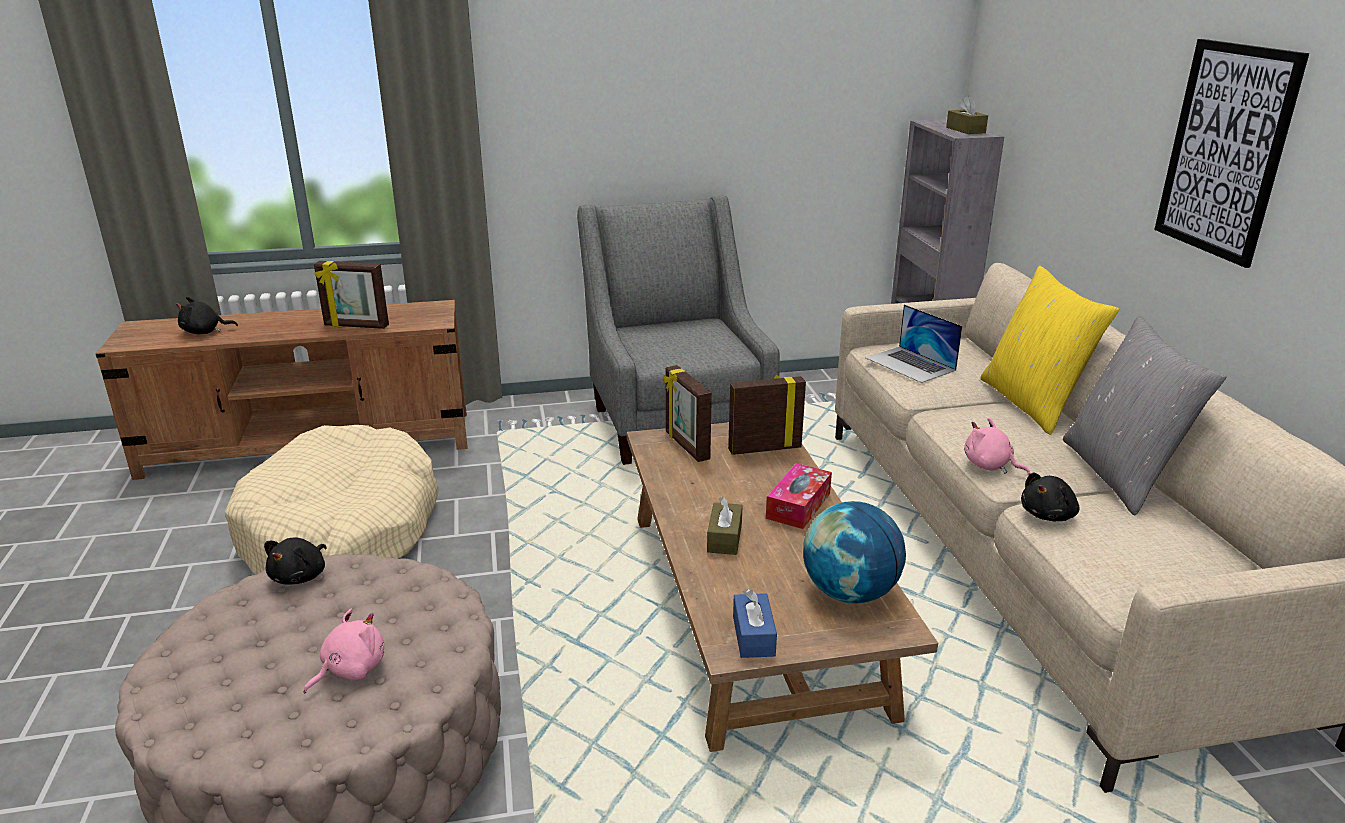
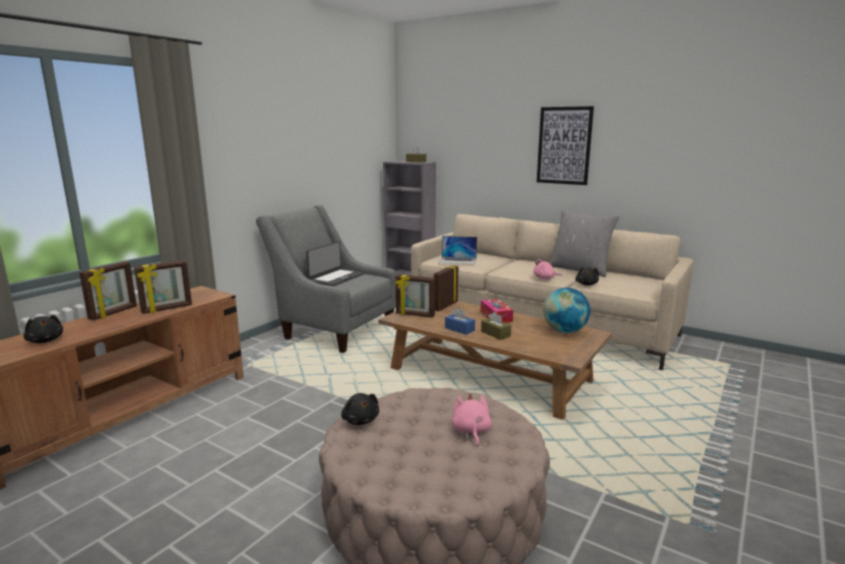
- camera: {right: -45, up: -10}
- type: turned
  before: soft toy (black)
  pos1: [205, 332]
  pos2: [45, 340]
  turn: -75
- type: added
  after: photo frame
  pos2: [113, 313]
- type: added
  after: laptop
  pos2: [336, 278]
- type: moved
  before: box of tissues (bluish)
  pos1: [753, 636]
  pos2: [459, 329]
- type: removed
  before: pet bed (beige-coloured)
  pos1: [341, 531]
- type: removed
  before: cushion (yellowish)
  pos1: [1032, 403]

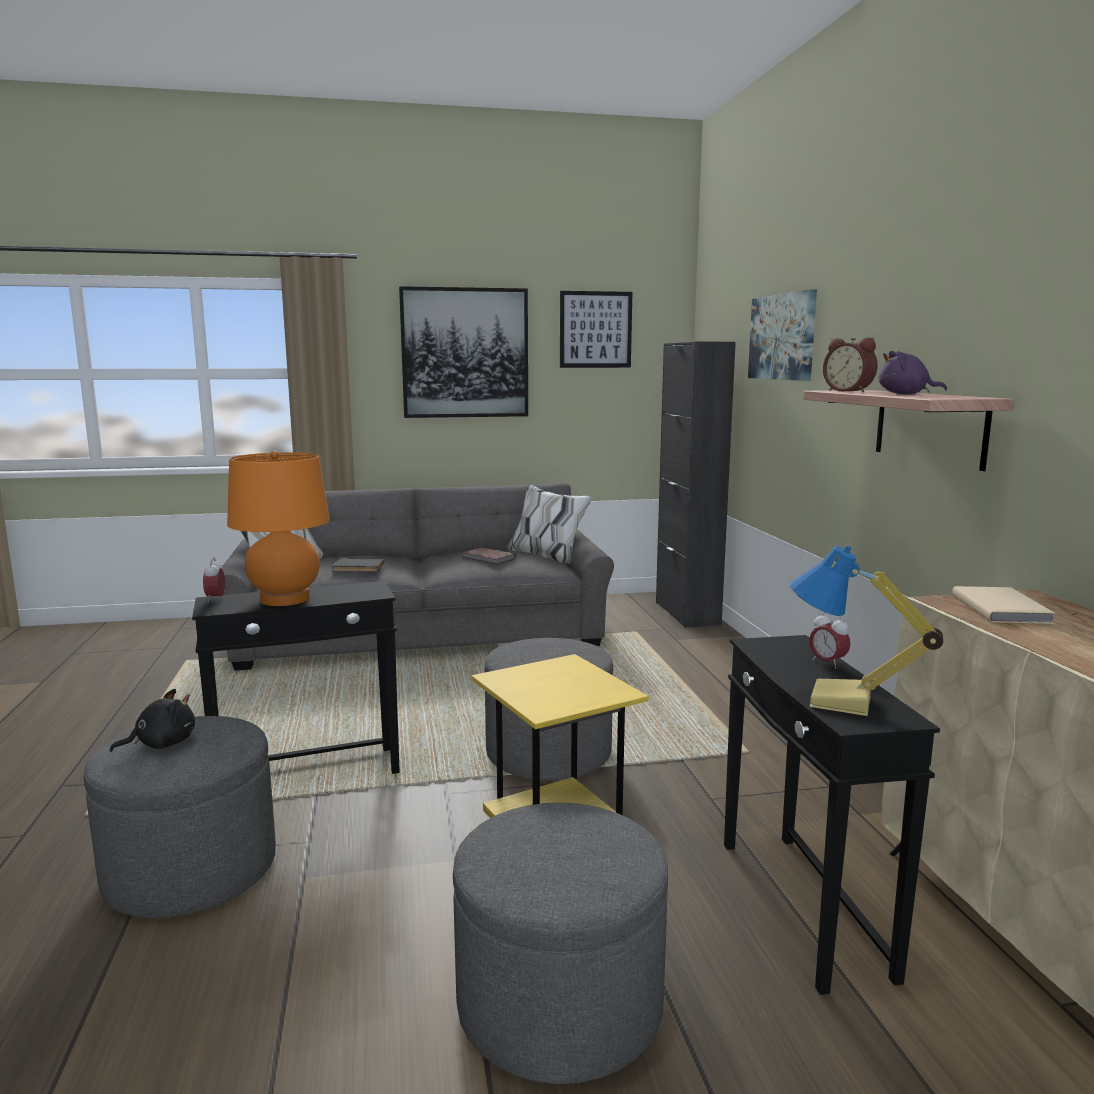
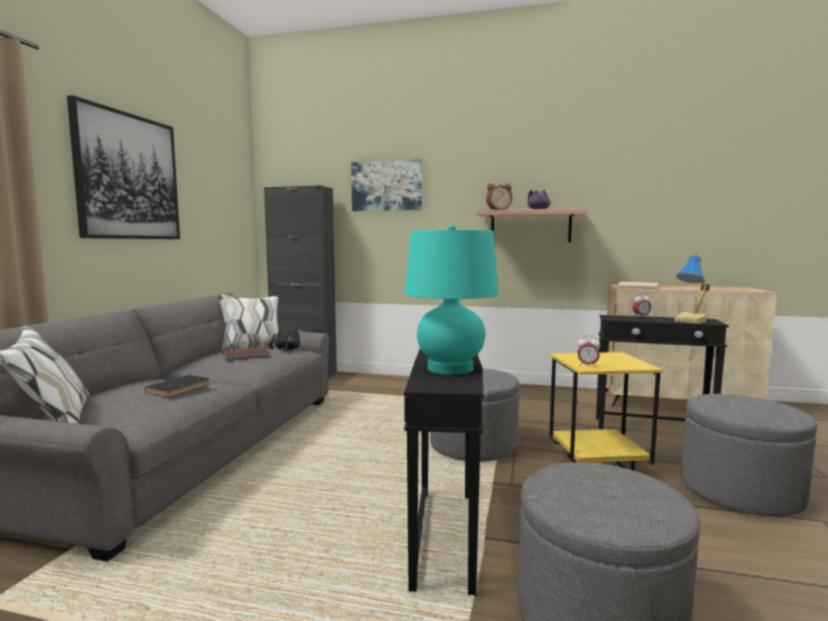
- camera: {right: -65, up: -5}
- type: moved
  before: soft toy (black)
  pos1: [161, 744]
  pos2: [287, 350]
- type: recoloured
  before: table lamp (orangey)
  after: table lamp (turquoise)
  pos1: [285, 599]
  pos2: [450, 368]
- type: moved
  before: alarm clock
  pos1: [215, 599]
  pos2: [587, 366]
- type: removed
  before: wall picture
  pos1: [595, 329]

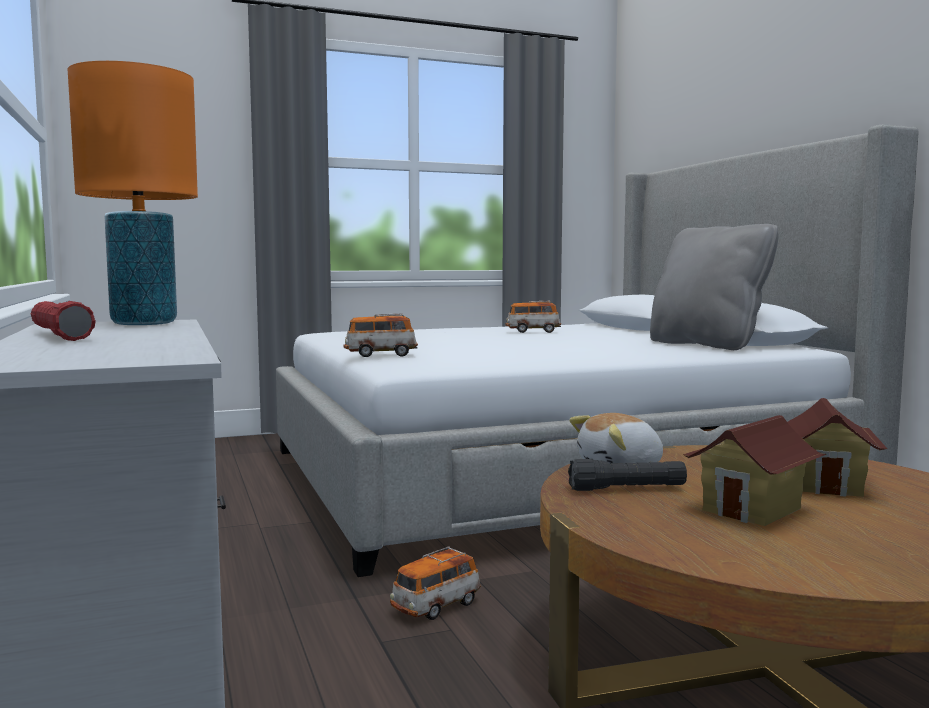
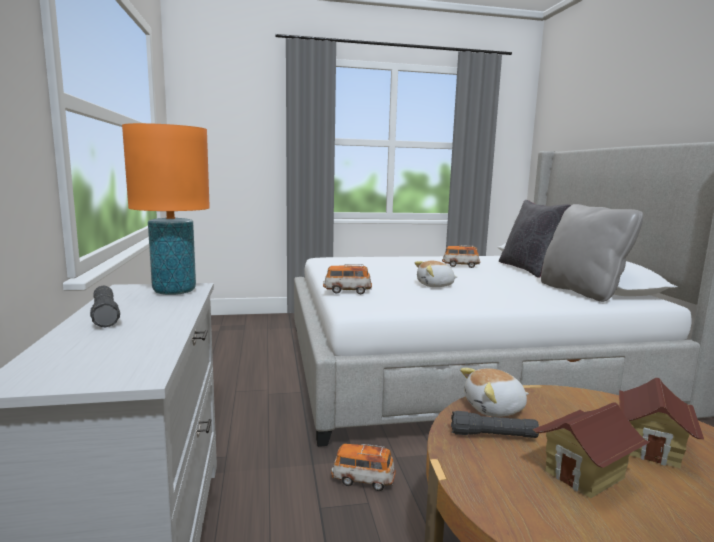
- camera: {right: 10, up: 5}
- type: recoloured
  before: flashlight (red)
  after: flashlight (black)
  pos1: [60, 336]
  pos2: [105, 315]
- type: turned
  before: toy car
  pos1: [436, 607]
  pos2: [363, 480]
  turn: 45
- type: added
  after: soft toy
  pos2: [435, 285]
- type: added
  after: cushion (black)
  pos2: [528, 269]

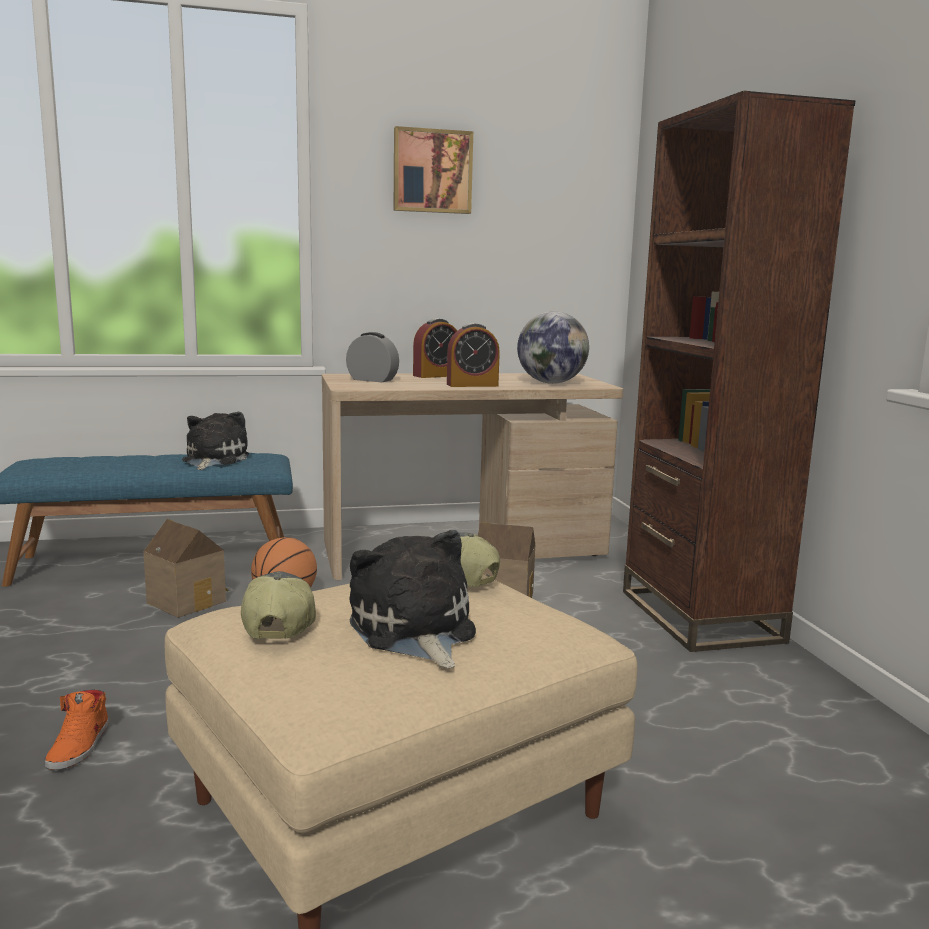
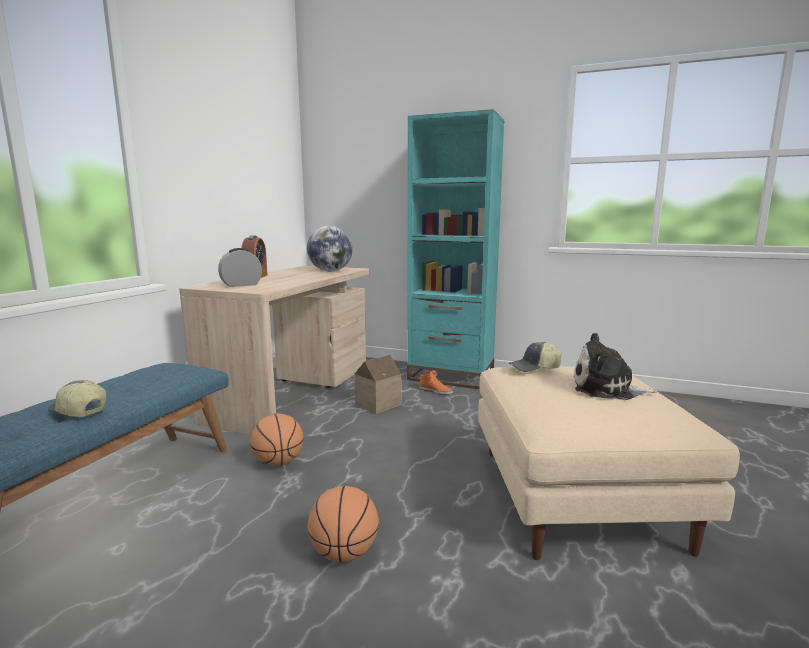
- camera: {right: -55, up: 0}
- type: moved
  before: cap
  pos1: [278, 623]
  pos2: [78, 410]
- type: added
  after: basketball
  pos2: [344, 553]
- type: recoloured
  before: shelving unit (brown)
  after: shelving unit (turquoise)
  pos1: [699, 616]
  pos2: [451, 376]
- type: moved
  before: shoe (orangey)
  pos1: [80, 746]
  pos2: [435, 391]
- type: removed
  before: miniature house
  pos1: [189, 601]
- type: removed
  before: soft toy
  pos1: [213, 460]
- type: removed
  before: wall picture
  pos1: [432, 171]
- type: removed
  before: alarm clock
  pos1: [472, 385]

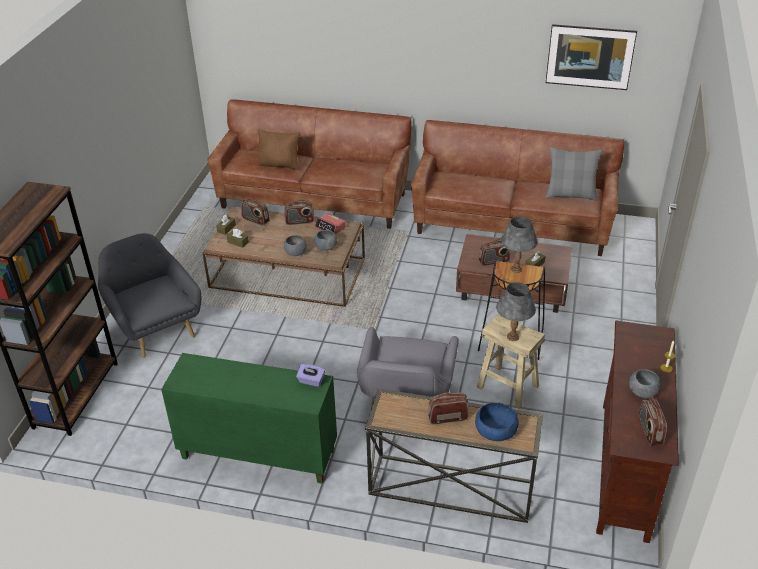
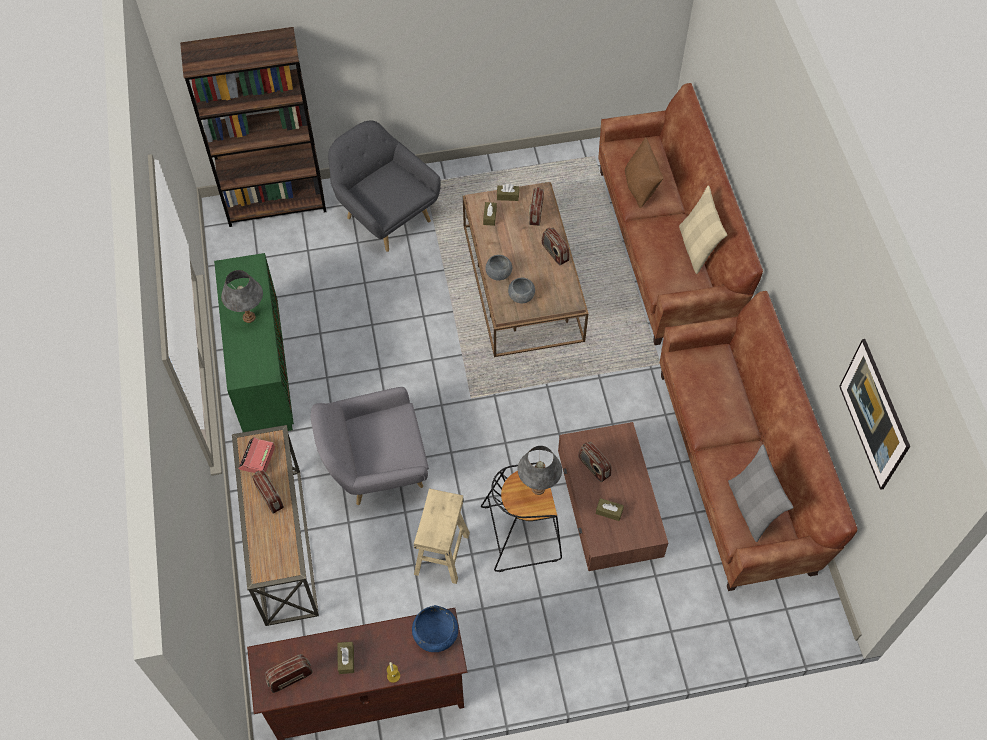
- camera: {right: 65, up: 20}
- type: moved
  before: table lamp (greyish)
  pos1: [512, 337]
  pos2: [249, 317]
- type: moved
  before: alarm clock
  pos1: [330, 227]
  pos2: [257, 458]
- type: turned
  before: easy chair (greyish)
  pos1: [156, 327]
  pos2: [386, 215]
  turn: -75
- type: replaced
  before: serving bowl (greyish)
  after: box of tissues (brown)
  pos1: [643, 392]
  pos2: [346, 659]
- type: moved
  before: serving bowl (bluish)
  pos1: [495, 429]
  pos2: [435, 632]
- type: added
  after: cushion (beige-coloured)
  pos2: [697, 248]
- type: removed
  before: box of tissues (purple)
  pos1: [311, 381]

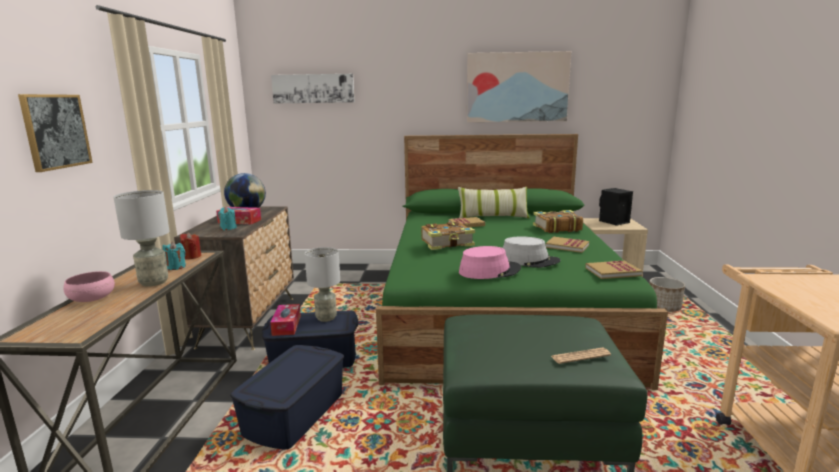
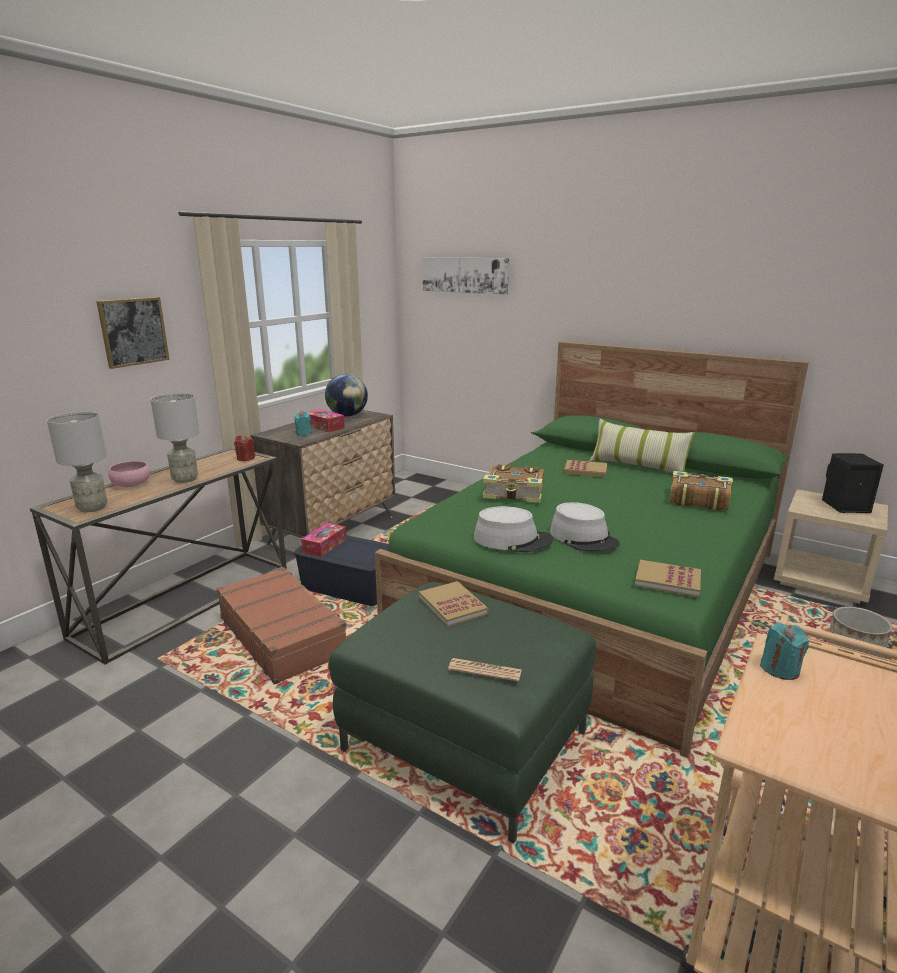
- camera: {right: 30, up: 5}
- type: moved
  before: table lamp (greyish)
  pos1: [326, 317]
  pos2: [93, 507]
- type: replaced
  before: storage box (bluish)
  after: piece of luggage (brown)
  pos1: [294, 414]
  pos2: [282, 635]
- type: moved
  before: volume
  pos1: [567, 246]
  pos2: [453, 606]
- type: recoloured
  before: hat (pink)
  after: hat (greyish)
  pos1: [489, 271]
  pos2: [512, 539]
- type: moved
  before: wax light (turquoise)
  pos1: [176, 267]
  pos2: [780, 669]
- type: removed
  before: wall picture
  pos1: [517, 87]

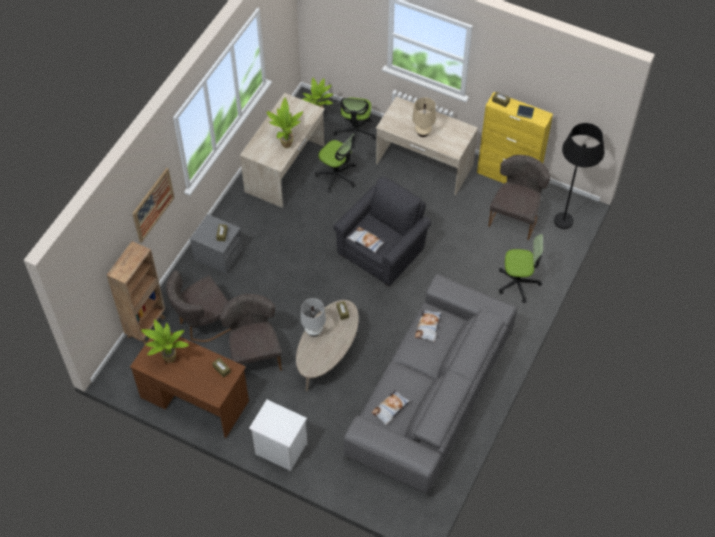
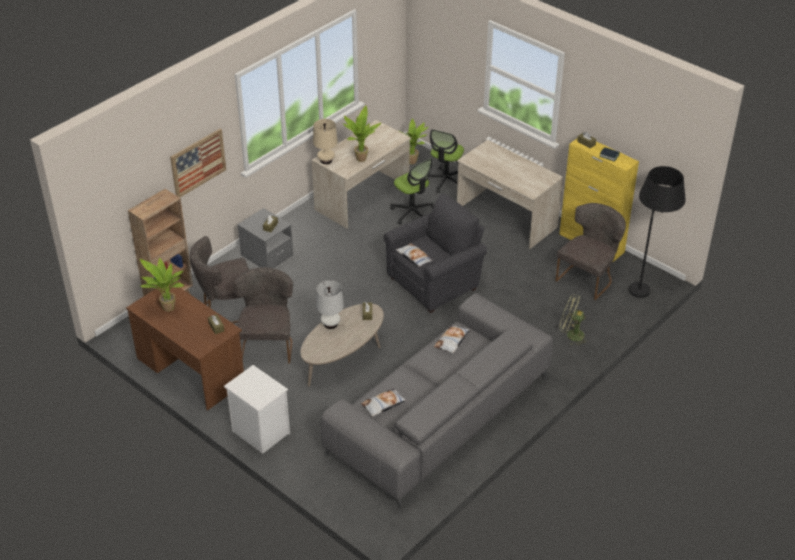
- camera: {right: 15, up: -15}
- type: moved
  before: table lamp (beige-coloured)
  pos1: [423, 132]
  pos2: [326, 160]
- type: replaced
  before: computer chair
  after: cooling fan (green)
  pos1: [518, 283]
  pos2: [571, 335]

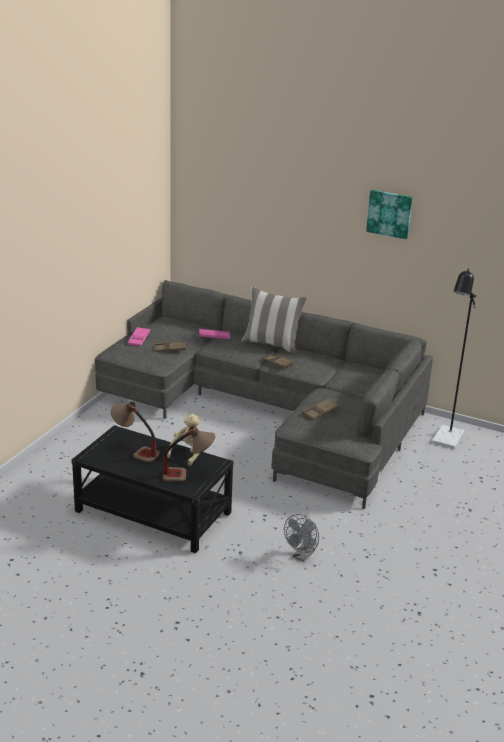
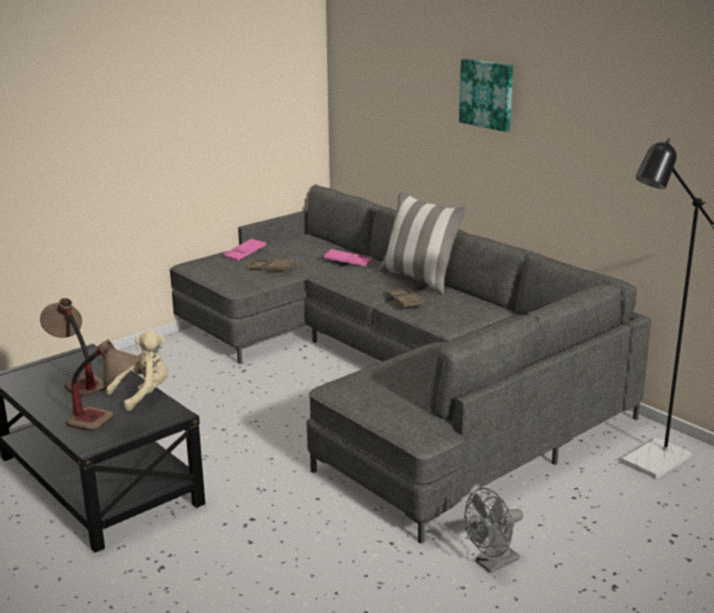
- camera: {right: 25, up: -5}
- type: moved
  before: wall picture
  pos1: [389, 213]
  pos2: [487, 94]
- type: moved
  before: cooling fan (greyish)
  pos1: [302, 556]
  pos2: [492, 564]
- type: removed
  before: serving tray (brown)
  pos1: [320, 412]

